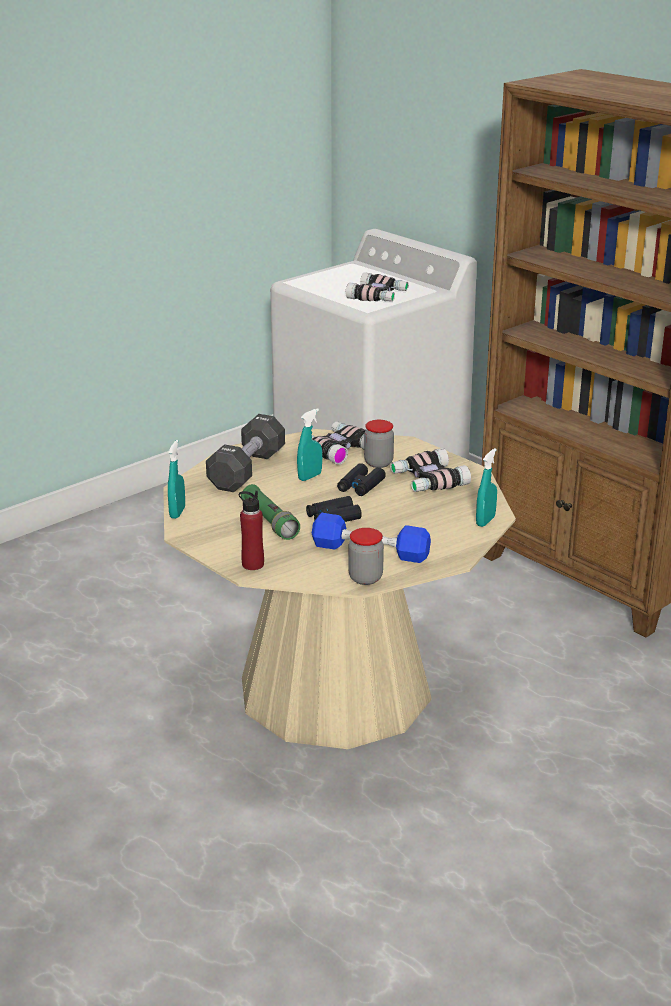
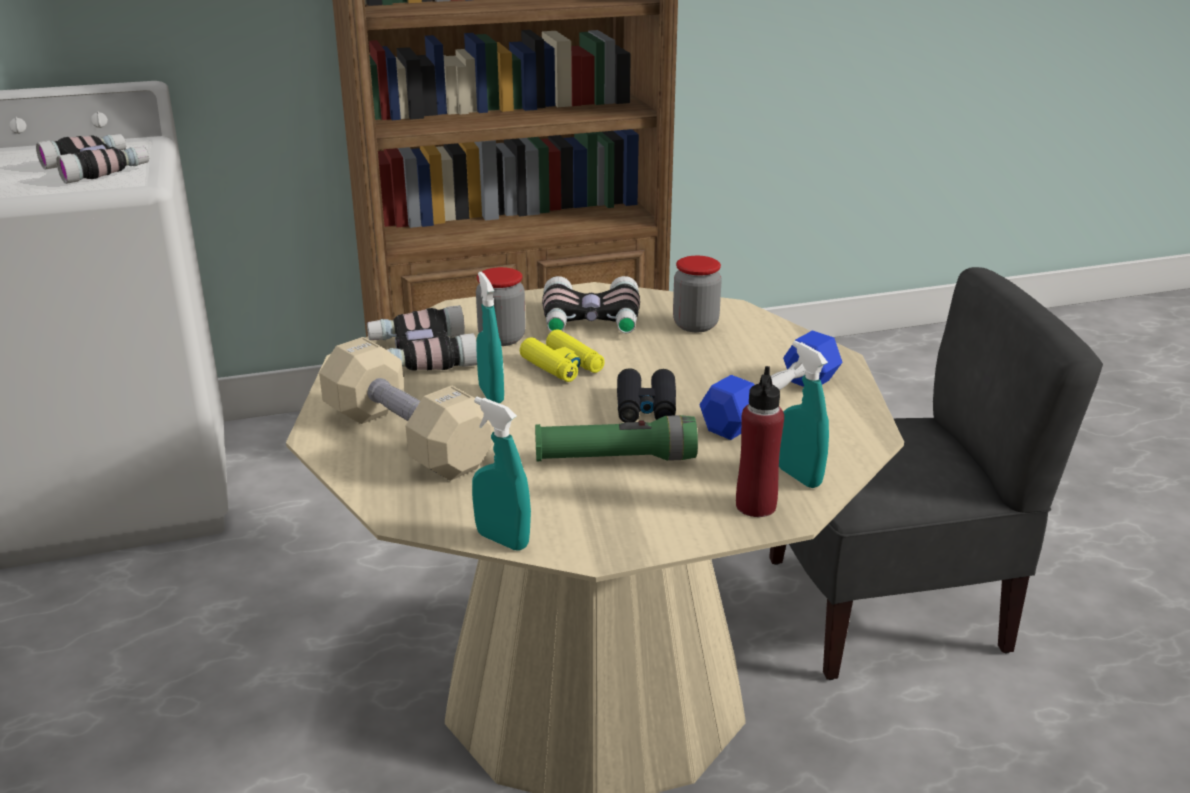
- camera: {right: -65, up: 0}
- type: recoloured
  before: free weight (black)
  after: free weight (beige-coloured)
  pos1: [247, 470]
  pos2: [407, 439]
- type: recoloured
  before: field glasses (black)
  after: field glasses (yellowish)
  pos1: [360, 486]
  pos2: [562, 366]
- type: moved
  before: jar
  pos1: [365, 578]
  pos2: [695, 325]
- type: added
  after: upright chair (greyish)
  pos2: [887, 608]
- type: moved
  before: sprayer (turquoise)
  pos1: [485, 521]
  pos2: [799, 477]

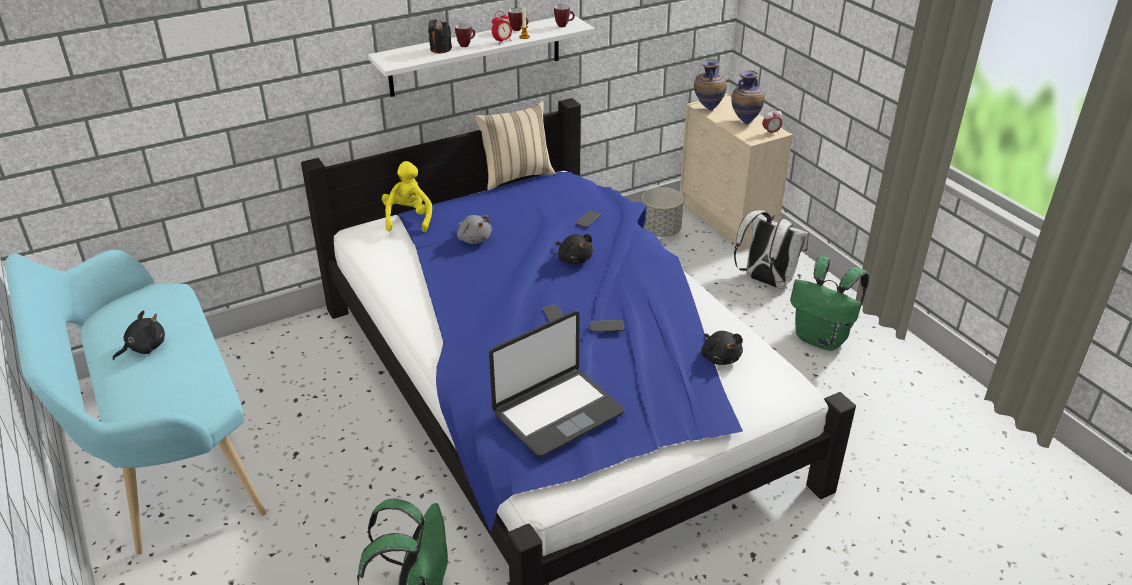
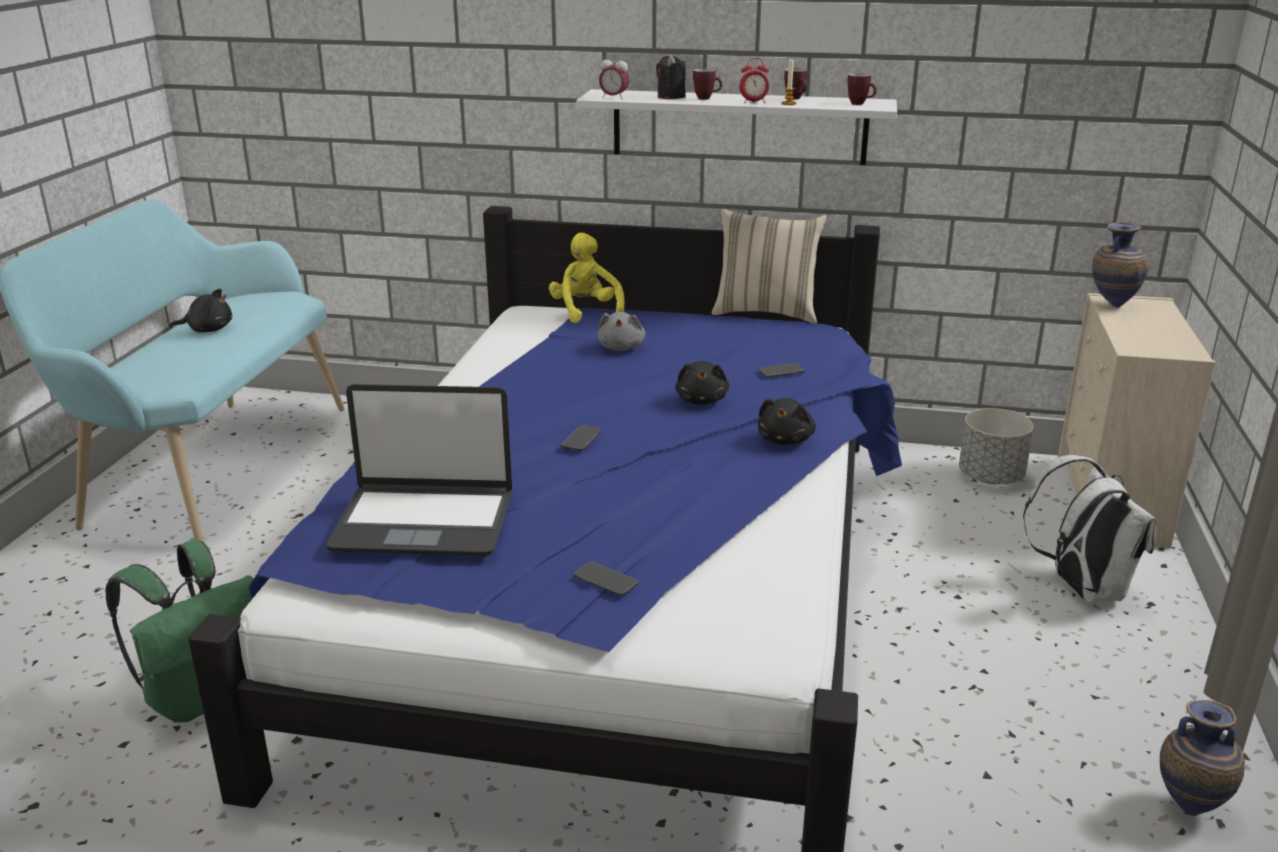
- camera: {right: 40, up: -10}
- type: turned
  before: soft toy (yellowish)
  pos1: [409, 218]
  pos2: [586, 311]
  turn: -60
- type: moved
  before: telephone
  pos1: [606, 326]
  pos2: [605, 580]
- type: moved
  before: alarm clock
  pos1: [770, 133]
  pos2: [614, 98]
- type: moved
  before: soft toy (black)
  pos1: [720, 357]
  pos2: [786, 439]
- type: moved
  before: vase
  pos1: [745, 122]
  pos2: [1189, 807]
- type: removed
  before: rucksack (green)
  pos1: [822, 339]

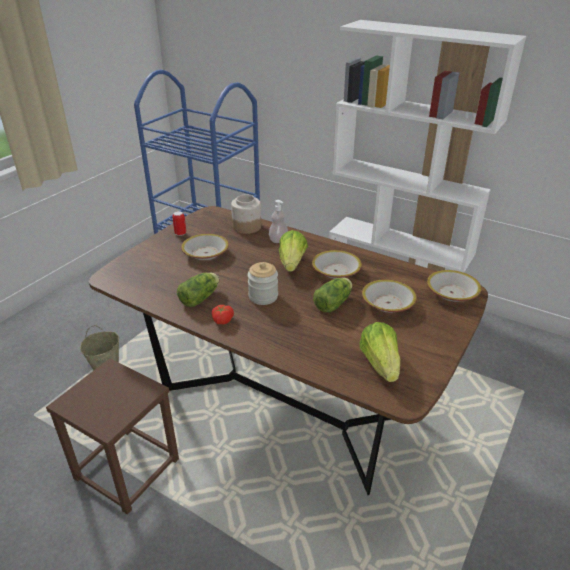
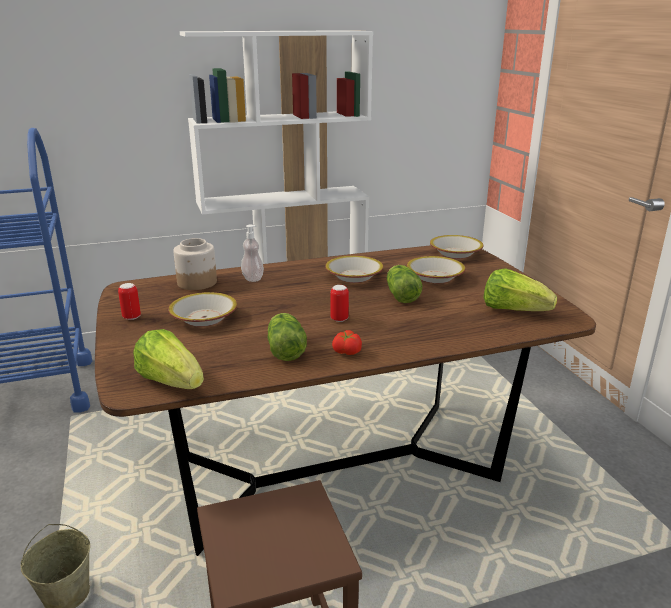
- camera: {right: -50, up: -10}
- type: moved
  before: lettuce head
  pos1: [292, 263]
  pos2: [171, 382]
- type: replaced
  before: jar
  after: metal can
  pos1: [263, 296]
  pos2: [339, 319]

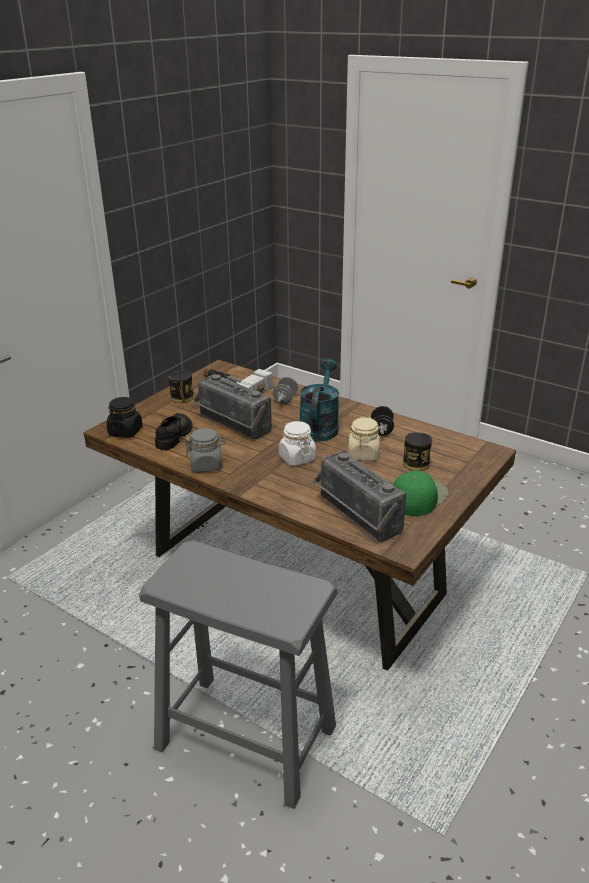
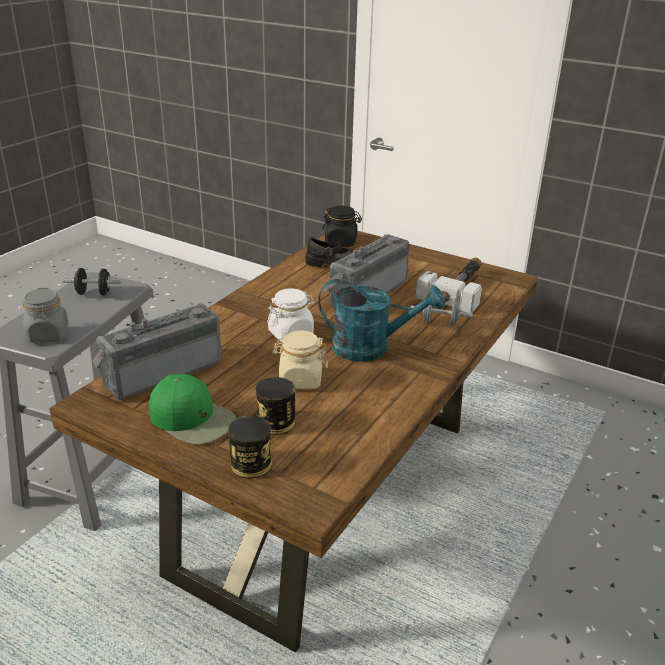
- camera: {right: 85, up: 0}
- type: moved
  before: jar (greyish)
  pos1: [206, 465]
  pos2: [48, 335]
- type: moved
  before: free weight (black)
  pos1: [381, 430]
  pos2: [94, 293]
- type: moved
  before: metal can
  pos1: [182, 397]
  pos2: [251, 464]

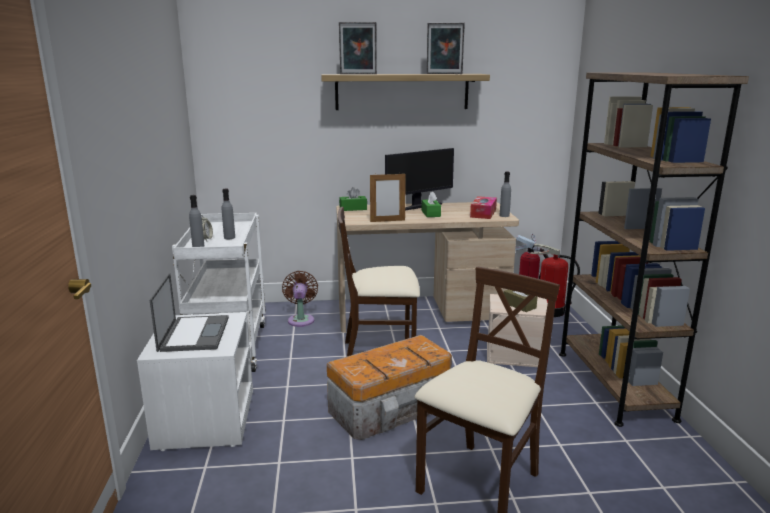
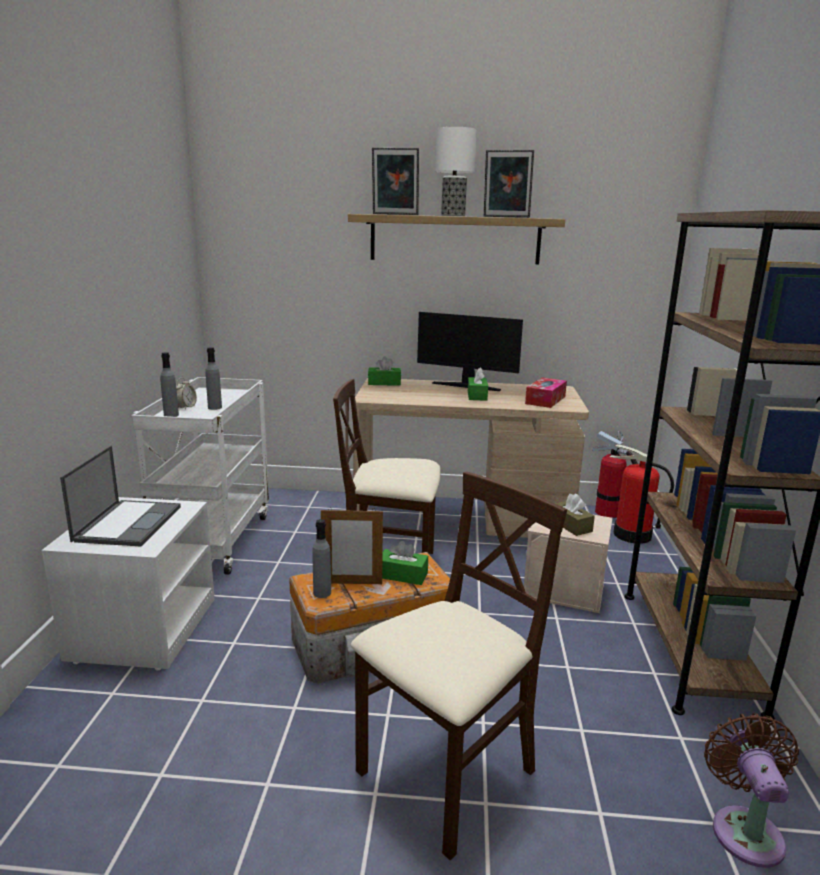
- camera: {right: 10, up: 0}
- type: moved
  before: bottle (greyish)
  pos1: [504, 215]
  pos2: [322, 593]
- type: moved
  before: photo frame
  pos1: [387, 221]
  pos2: [352, 583]
- type: added
  after: box of tissues (green)
  pos2: [402, 575]
- type: turned
  before: computer display
  pos1: [418, 207]
  pos2: [466, 386]
  turn: 45
- type: added
  after: table lamp
  pos2: [452, 215]
- type: moved
  before: cooling fan (brown)
  pos1: [301, 319]
  pos2: [745, 829]

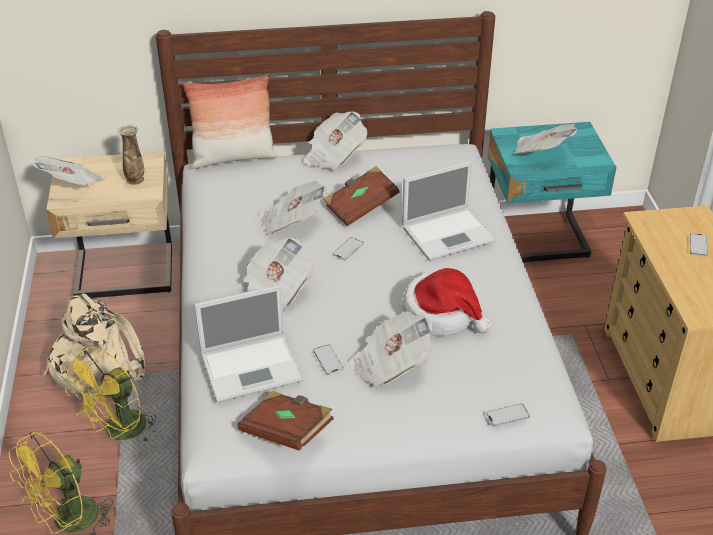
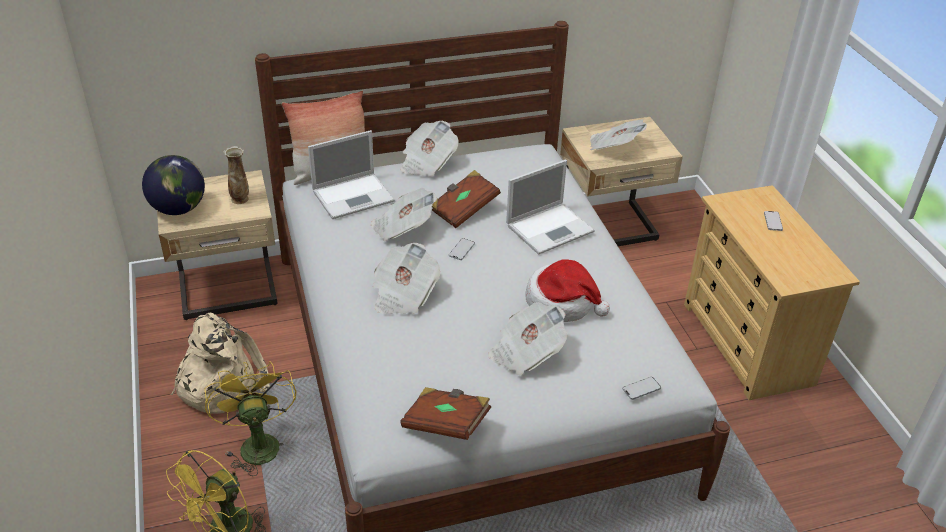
- camera: {right: -10, up: 0}
- type: replaced
  before: newspaper
  after: globe
  pos1: [72, 185]
  pos2: [179, 209]
- type: turned
  before: cooling fan (yellowish)
  pos1: [120, 432]
  pos2: [257, 443]
  turn: 135
- type: moved
  before: laptop
  pos1: [253, 367]
  pos2: [354, 195]
- type: recoloured
  before: bedside table (turquoise)
  after: bedside table (beige-coloured)
  pos1: [538, 241]
  pos2: [609, 229]
- type: removed
  before: telephone
  pos1: [328, 360]

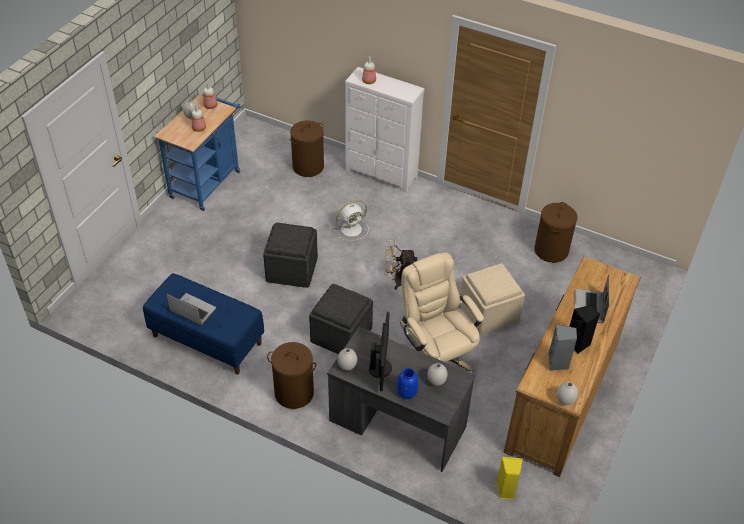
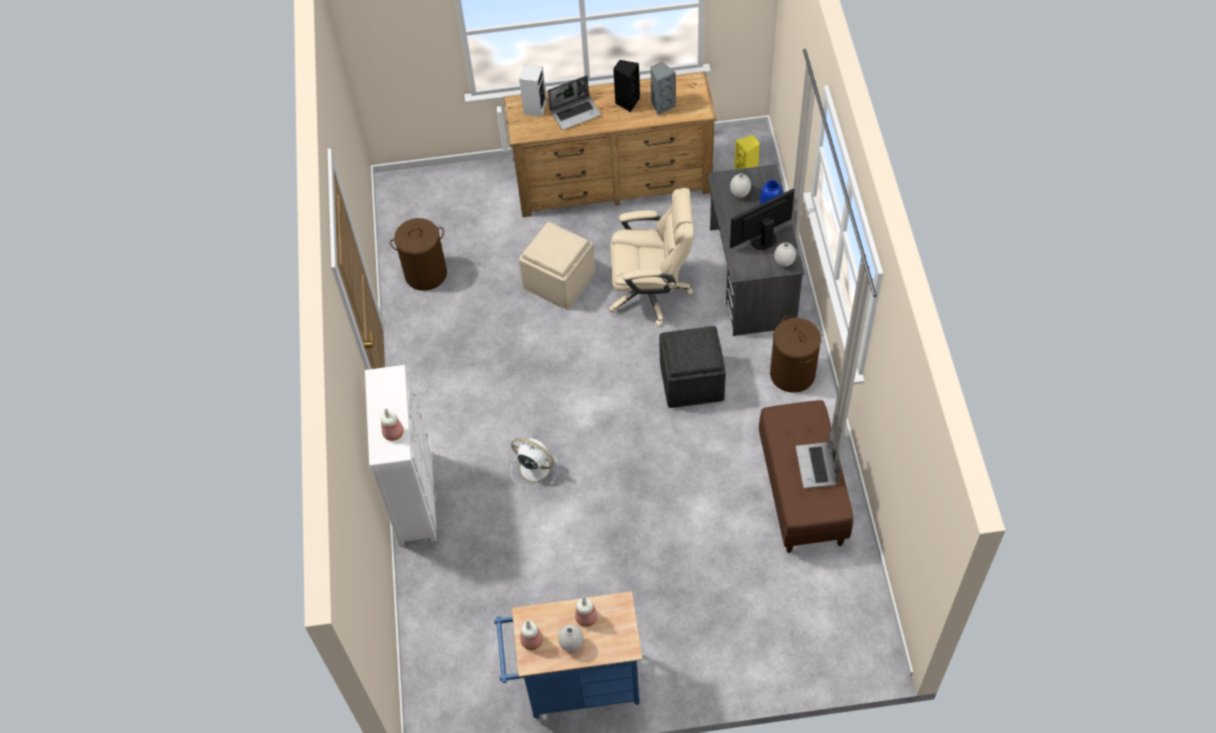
- camera: {right: -120, up: 10}
- type: added
  after: speaker
  pos2: [535, 107]
- type: turned
  before: computer chair (beige-coloured)
  pos1: [436, 356]
  pos2: [650, 291]
  turn: -120
- type: recoloured
  before: long seat (bluish)
  after: long seat (brown)
  pos1: [206, 340]
  pos2: [802, 492]
- type: removed
  before: ottoman (greyish)
  pos1: [292, 269]
- type: removed
  before: laundry basket (brown)
  pos1: [308, 166]
- type: removed
  before: cooling fan (beige-coloured)
  pos1: [397, 280]
- type: removed
  before: vase (whitish)
  pos1: [565, 400]

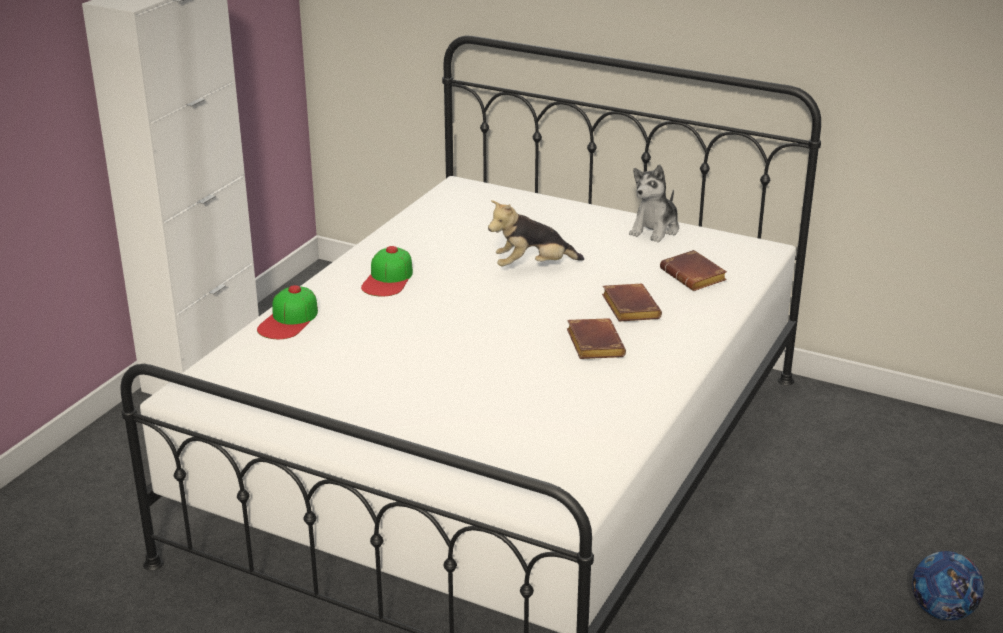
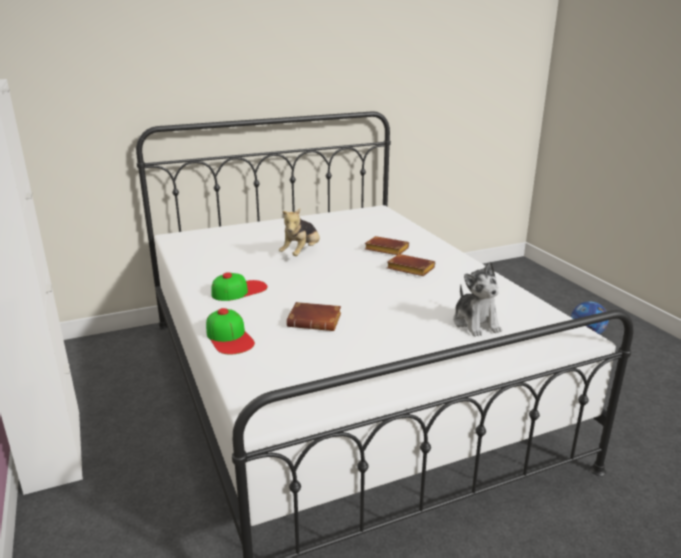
- camera: {right: -50, up: -5}
- type: turned
  before: cap
  pos1: [388, 279]
  pos2: [239, 290]
  turn: -90
- type: moved
  before: volume (brown)
  pos1: [695, 276]
  pos2: [316, 321]
- type: moved
  before: soft toy
  pos1: [655, 230]
  pos2: [475, 323]

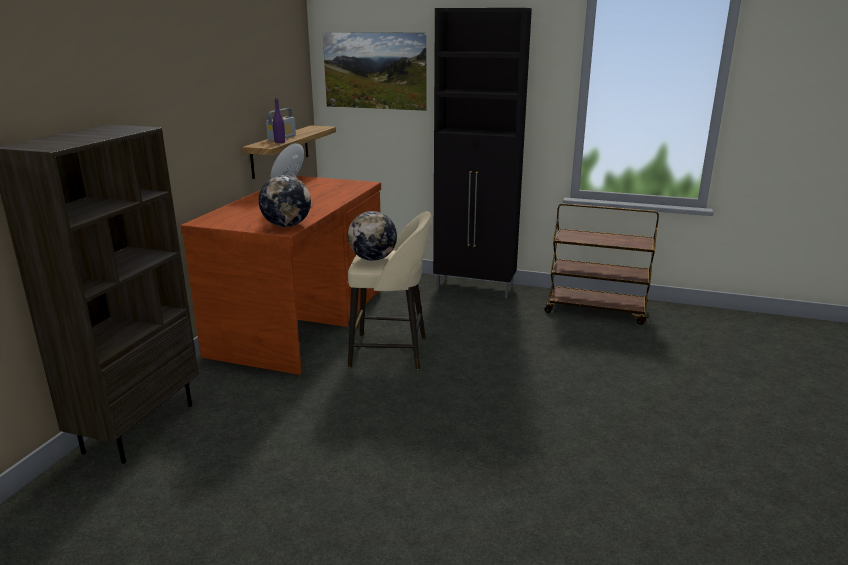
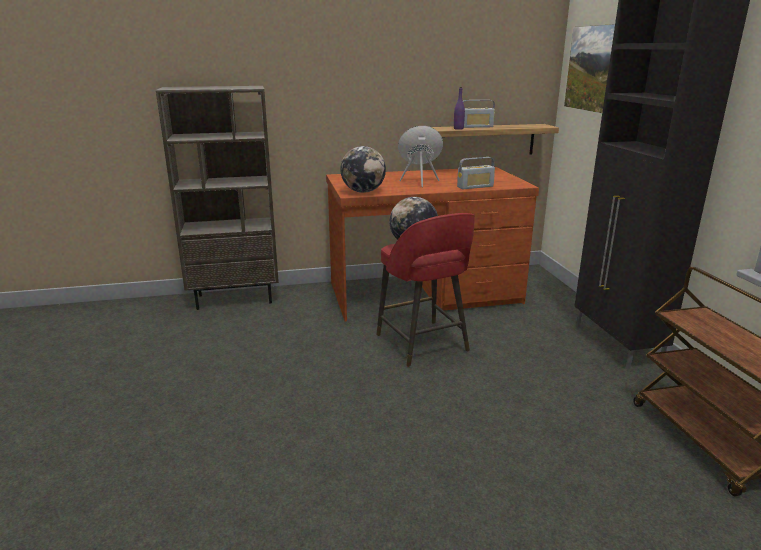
- camera: {right: 60, up: 0}
- type: recoloured
  before: sitting stool (beige-coloured)
  after: sitting stool (red)
  pos1: [391, 352]
  pos2: [423, 344]
- type: added
  after: radio
  pos2: [475, 187]

